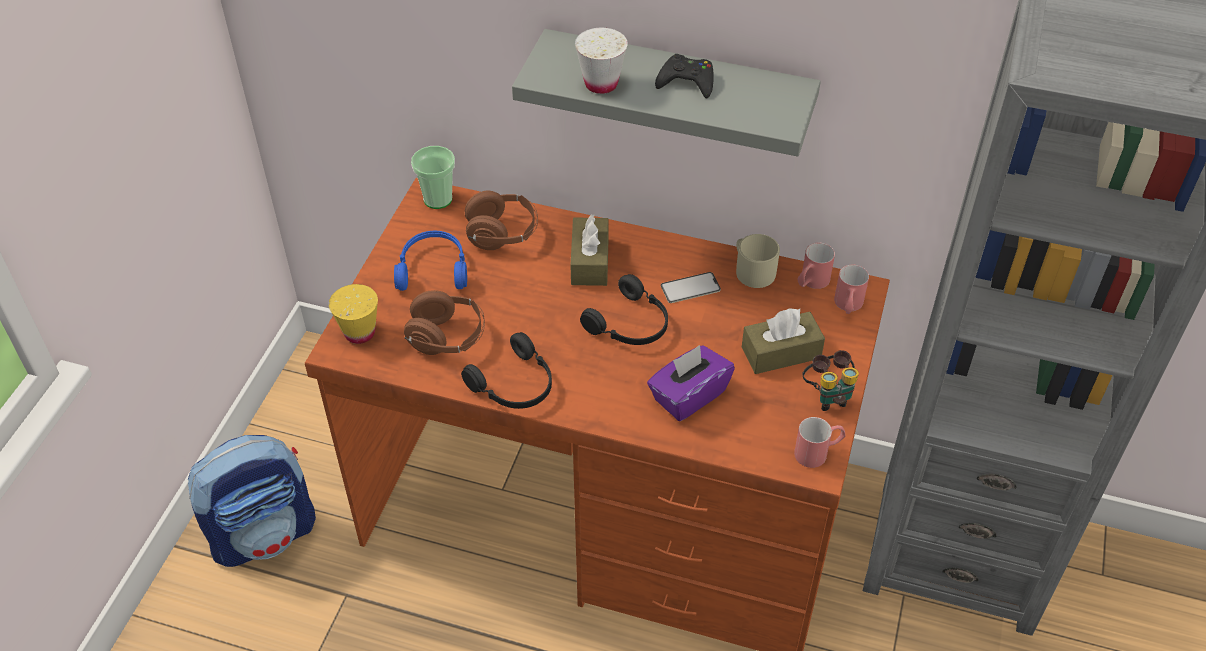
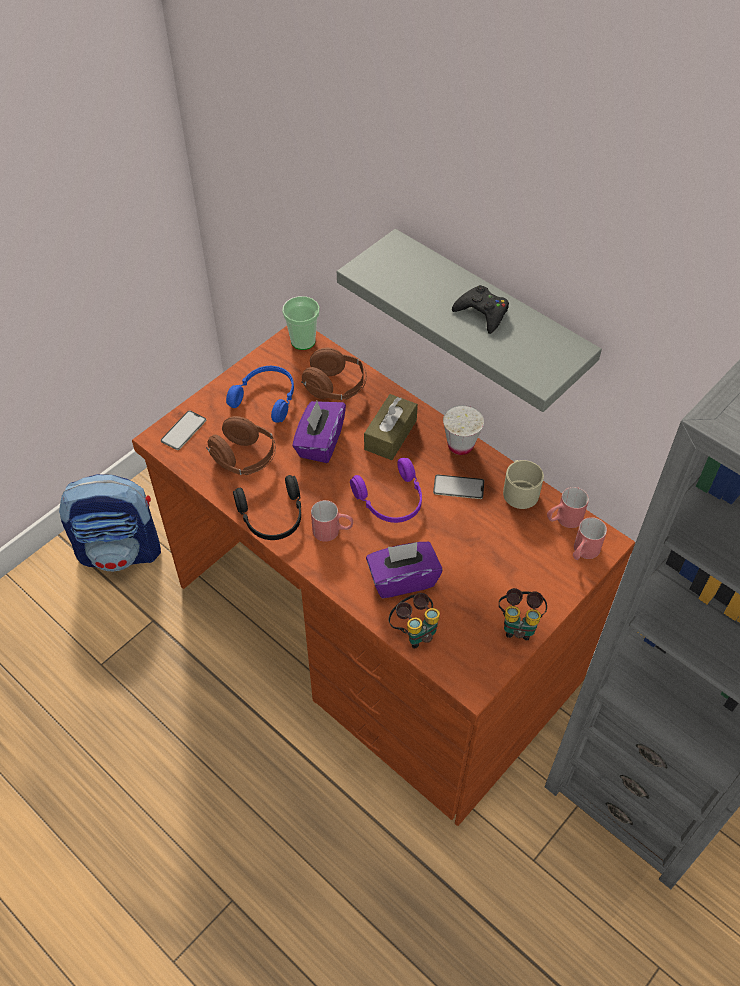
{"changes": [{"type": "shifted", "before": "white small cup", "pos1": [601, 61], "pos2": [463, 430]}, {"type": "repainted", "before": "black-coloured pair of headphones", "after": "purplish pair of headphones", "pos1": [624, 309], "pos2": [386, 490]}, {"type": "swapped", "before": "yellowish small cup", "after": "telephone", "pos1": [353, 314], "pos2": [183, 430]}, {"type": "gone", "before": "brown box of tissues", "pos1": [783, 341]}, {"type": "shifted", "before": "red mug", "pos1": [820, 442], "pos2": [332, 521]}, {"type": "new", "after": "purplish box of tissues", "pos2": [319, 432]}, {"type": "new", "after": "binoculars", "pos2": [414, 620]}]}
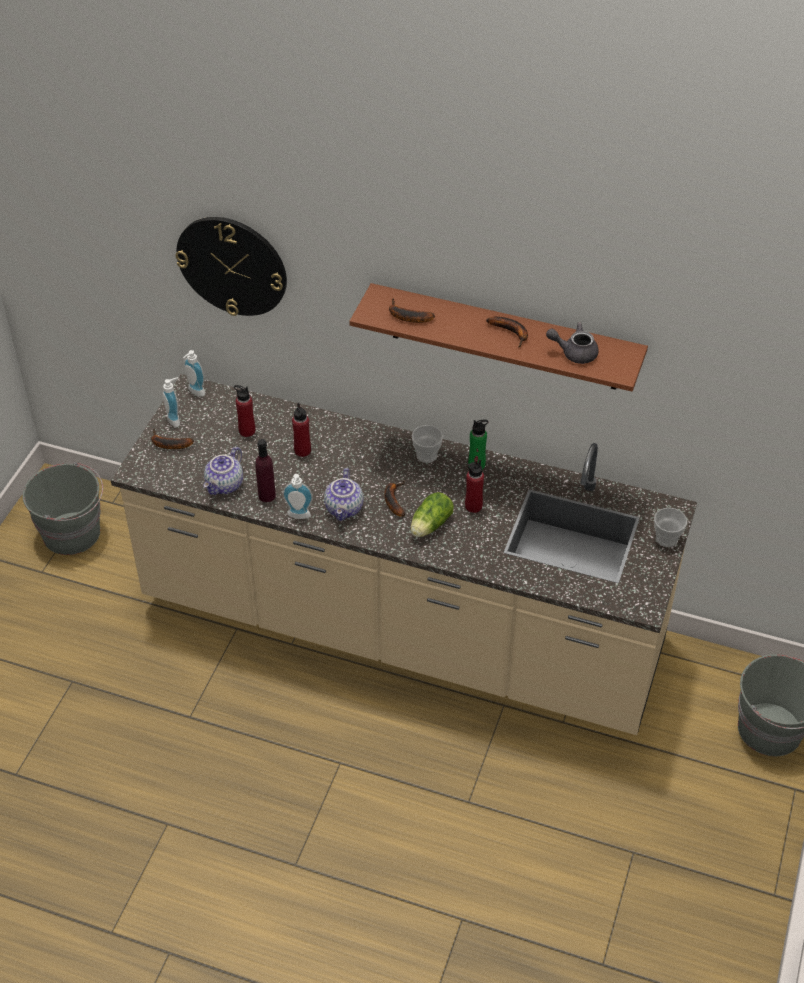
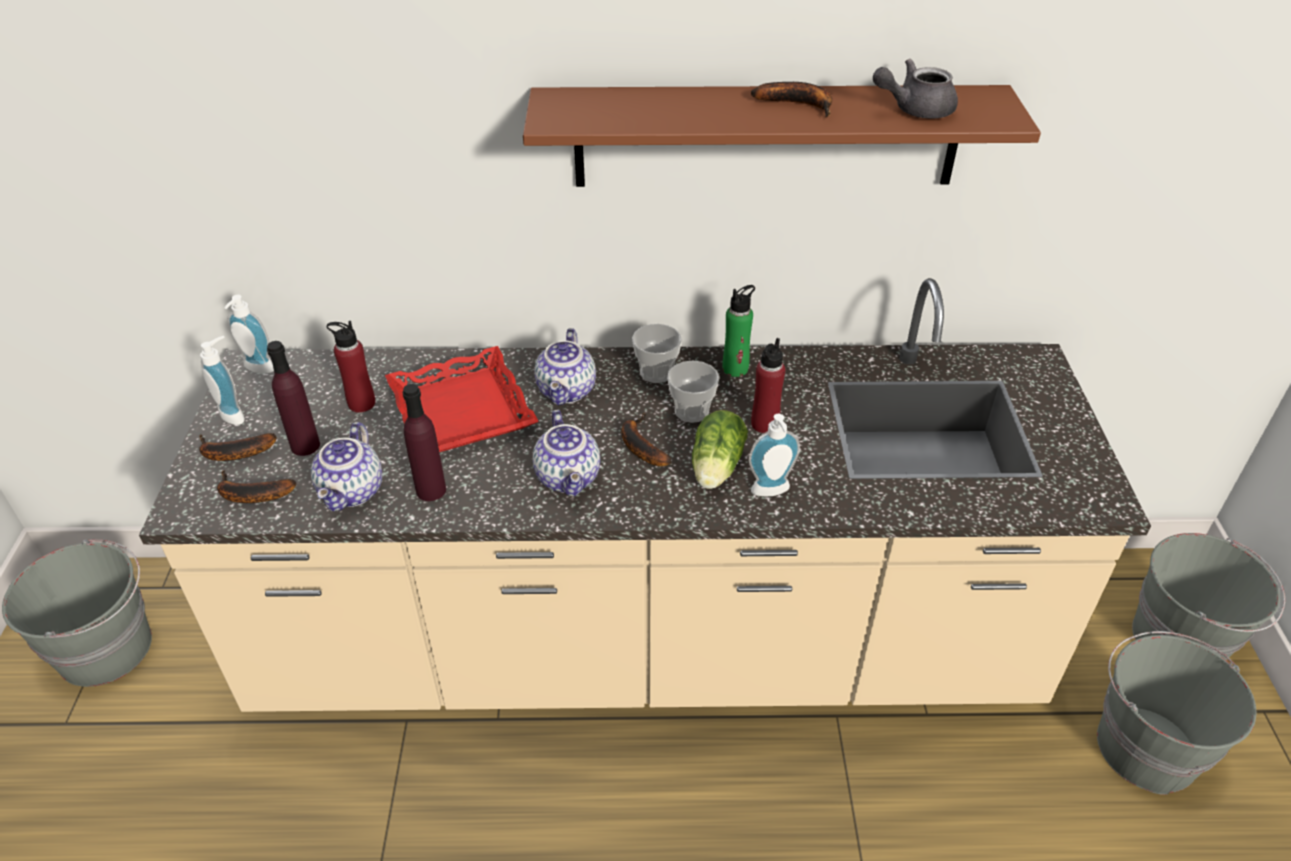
{"changes": [{"type": "gone", "before": "hanging clock", "pos1": [231, 266]}, {"type": "shifted", "before": "banana fruit", "pos1": [412, 311], "pos2": [256, 486]}, {"type": "swapped", "before": "red beverage bottle", "after": "red carrying tray", "pos1": [301, 430], "pos2": [462, 399]}, {"type": "shifted", "before": "liquid soap bottle", "pos1": [298, 496], "pos2": [774, 455]}, {"type": "shifted", "before": "small cup", "pos1": [670, 527], "pos2": [693, 392]}, {"type": "new", "after": "pot for tea", "pos2": [565, 366]}, {"type": "new", "after": "purplish beverage bottle", "pos2": [293, 398]}, {"type": "new", "after": "greyish pail", "pos2": [1176, 713]}]}
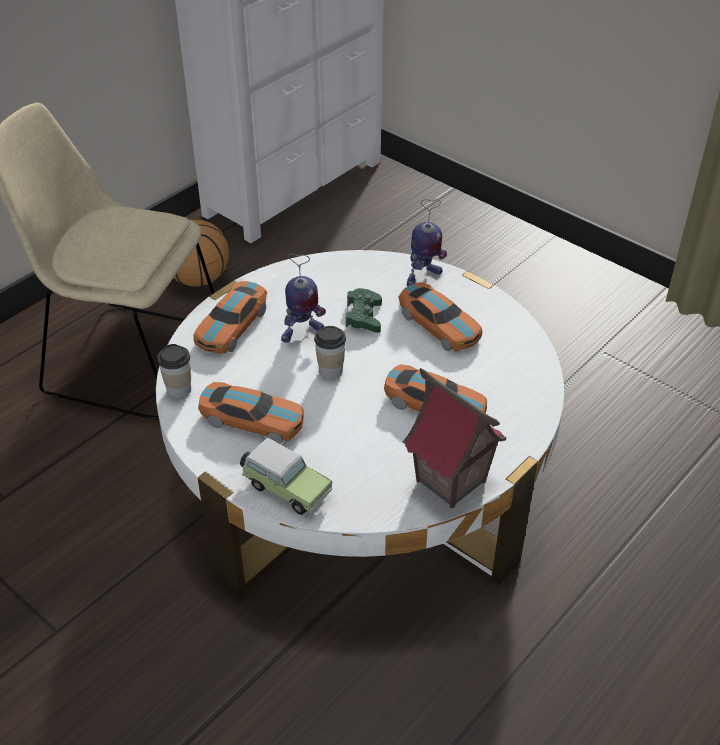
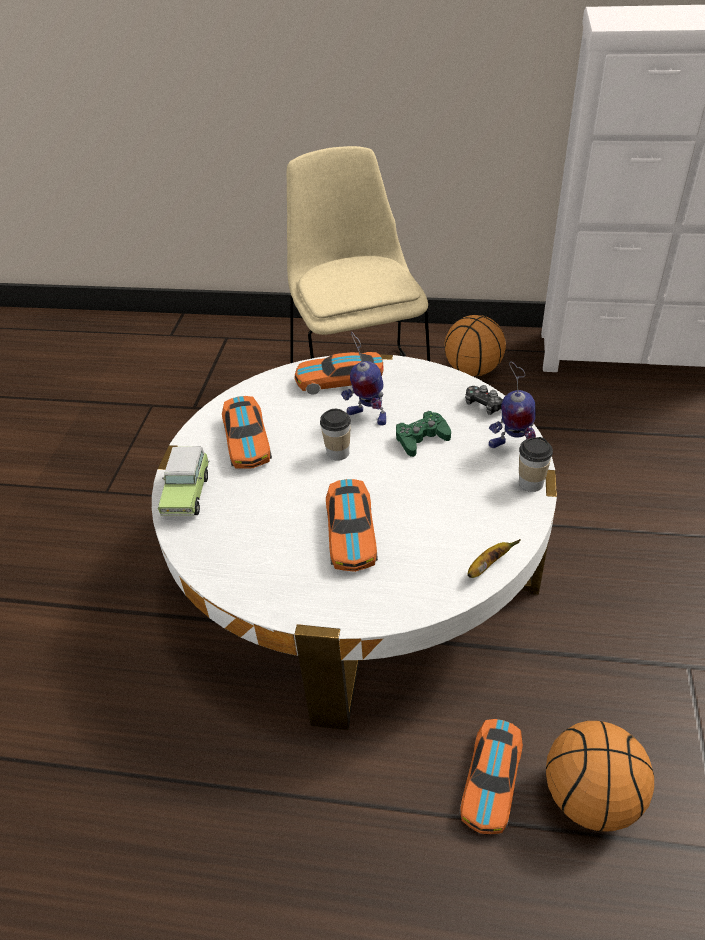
{"changes": [{"type": "shifted", "before": "miniature car", "pos1": [440, 317], "pos2": [491, 776]}, {"type": "shifted", "before": "small cup", "pos1": [174, 371], "pos2": [536, 464]}, {"type": "gone", "before": "toy house", "pos1": [454, 438]}, {"type": "new", "after": "gamepad", "pos2": [484, 400]}, {"type": "new", "after": "banana fruit", "pos2": [493, 558]}, {"type": "new", "after": "ball for basketball", "pos2": [600, 776]}]}
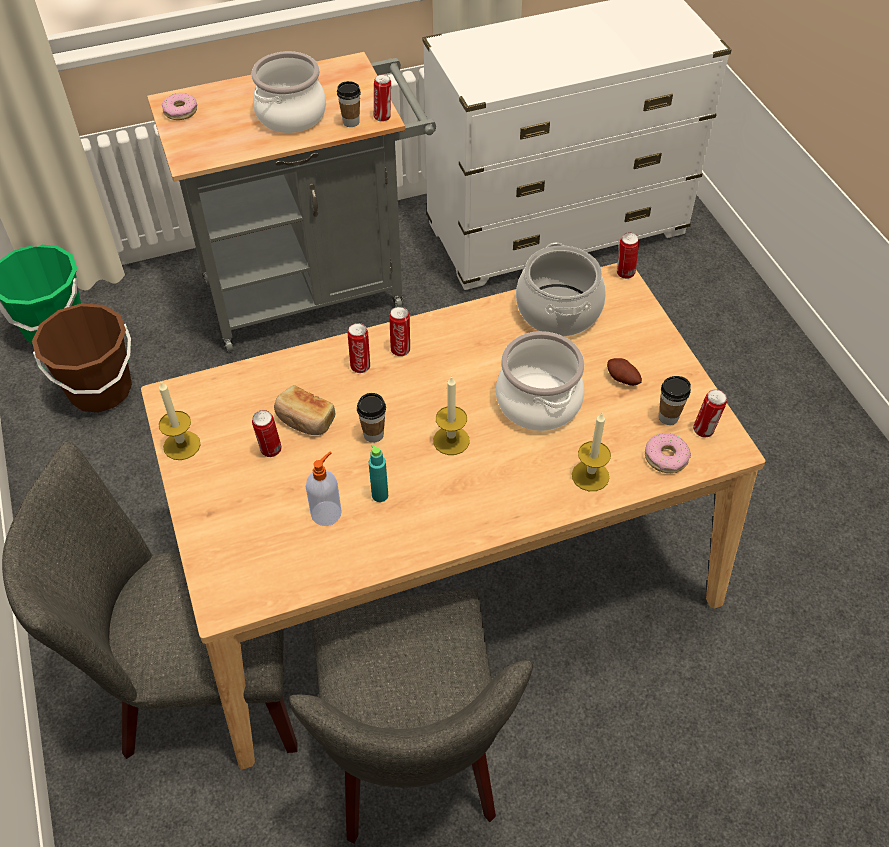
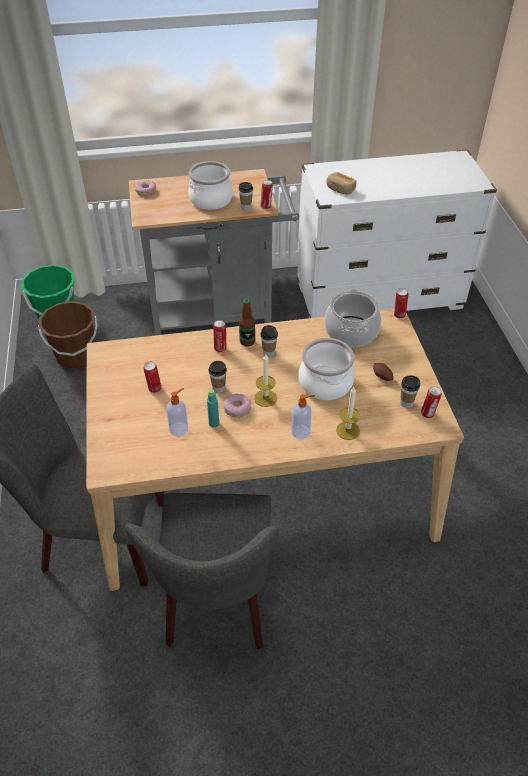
{"changes": [{"type": "swapped", "before": "sealed can", "after": "beverage bottle", "pos1": [399, 331], "pos2": [247, 323]}, {"type": "gone", "before": "wax light", "pos1": [180, 421]}, {"type": "shifted", "before": "bread", "pos1": [305, 410], "pos2": [341, 183]}, {"type": "shifted", "before": "ring doughnut", "pos1": [668, 453], "pos2": [237, 405]}, {"type": "new", "after": "small cup", "pos2": [269, 341]}, {"type": "new", "after": "liquid soap bottle", "pos2": [303, 416]}]}
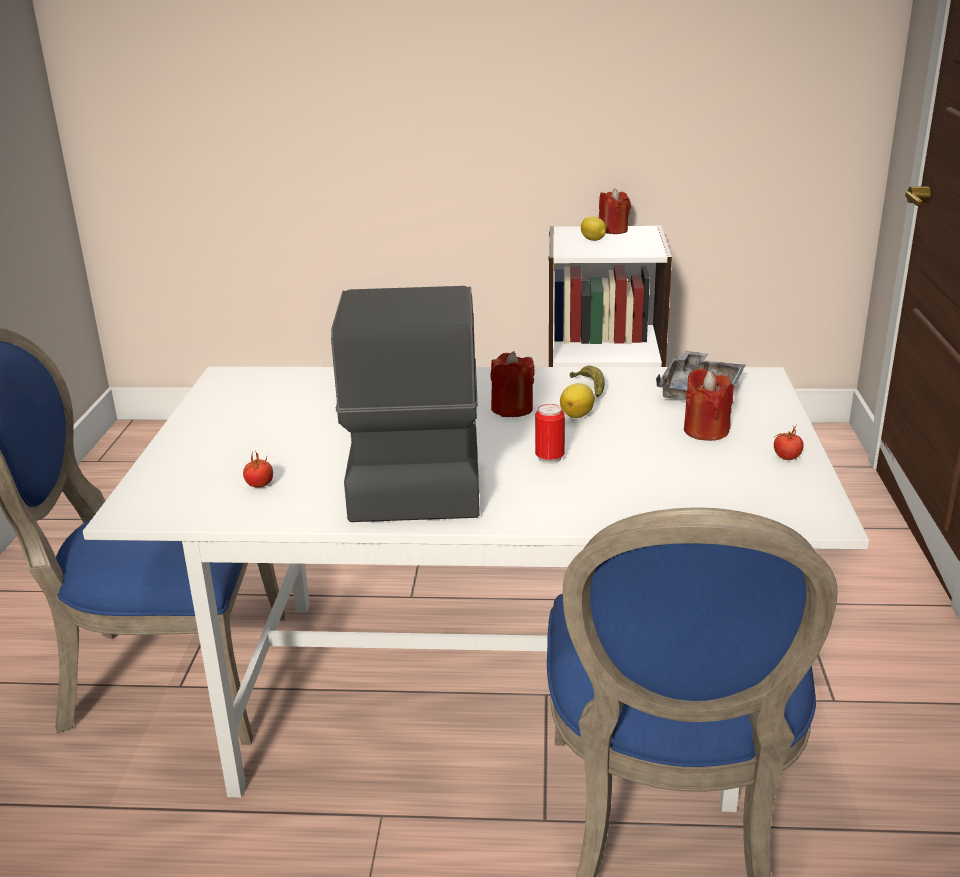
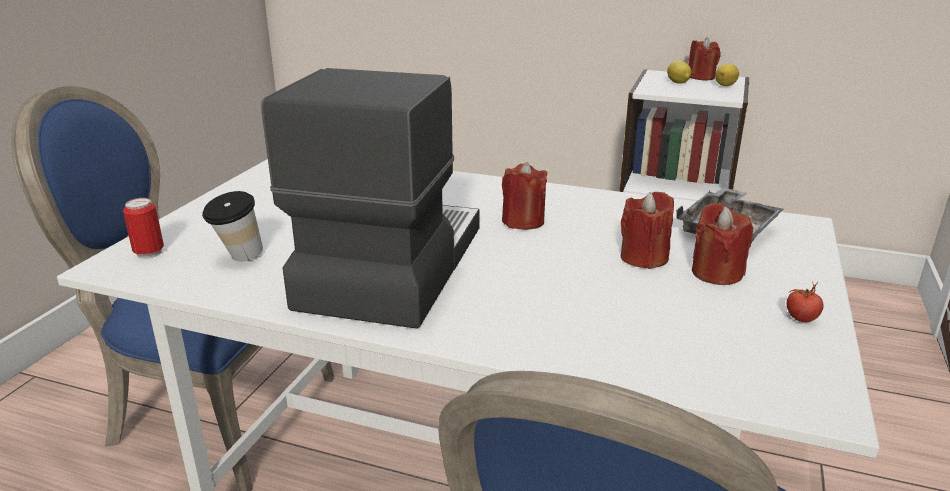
{"changes": [{"type": "gone", "before": "banana fruit", "pos1": [587, 382]}, {"type": "shifted", "before": "citrus fruit", "pos1": [577, 400], "pos2": [727, 75]}, {"type": "shifted", "before": "sealed can", "pos1": [550, 434], "pos2": [143, 228]}, {"type": "swapped", "before": "fresh tomato", "after": "small cup", "pos1": [258, 469], "pos2": [232, 226]}, {"type": "new", "after": "red wax light", "pos2": [647, 230]}]}
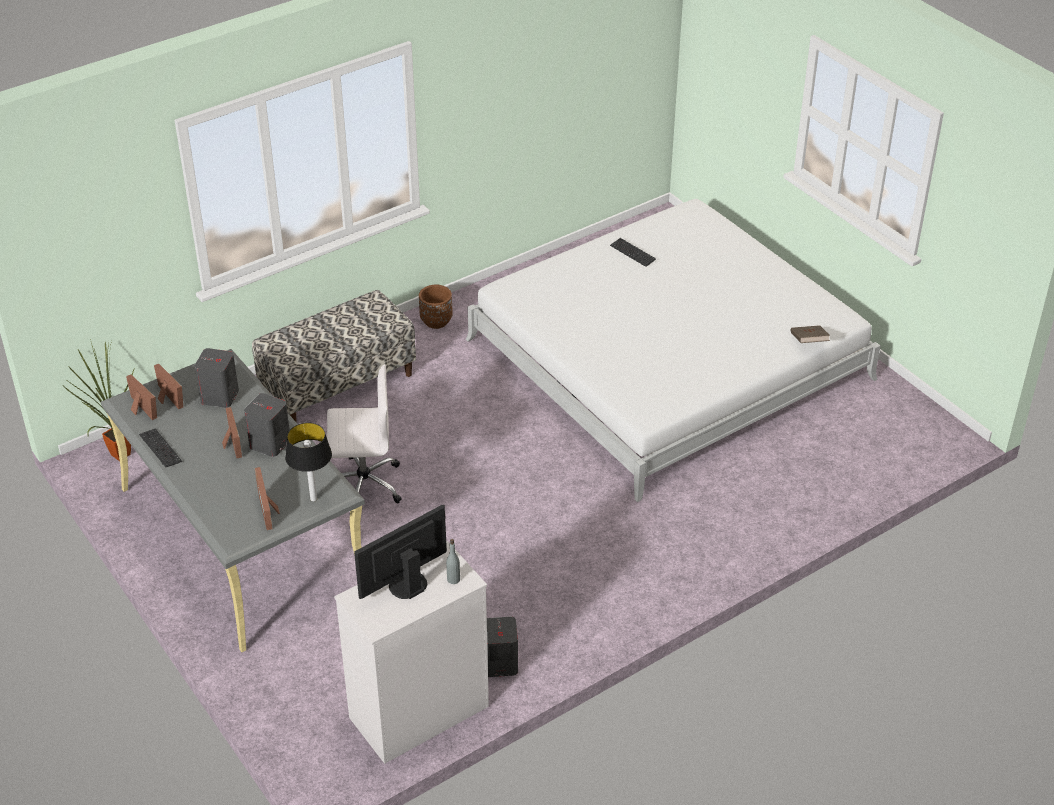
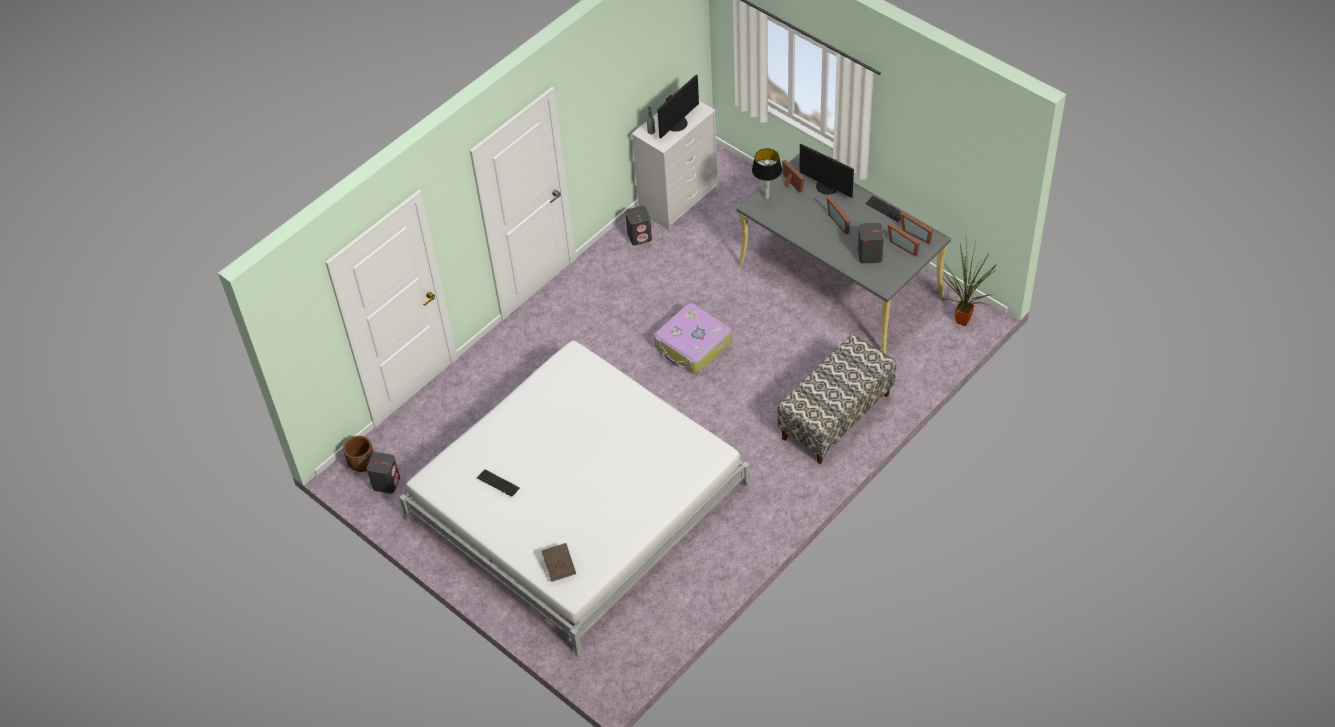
{"changes": [{"type": "shifted", "before": "computer keyboard", "pos1": [633, 252], "pos2": [498, 482]}, {"type": "shifted", "before": "brown plant pot", "pos1": [436, 307], "pos2": [358, 454]}, {"type": "shifted", "before": "brown volume", "pos1": [810, 334], "pos2": [558, 562]}, {"type": "gone", "before": "white computer chair", "pos1": [364, 433]}, {"type": "shifted", "before": "greyish audio speaker", "pos1": [267, 425], "pos2": [383, 473]}, {"type": "new", "after": "computer screen", "pos2": [826, 170]}, {"type": "new", "after": "piece of luggage", "pos2": [693, 338]}]}
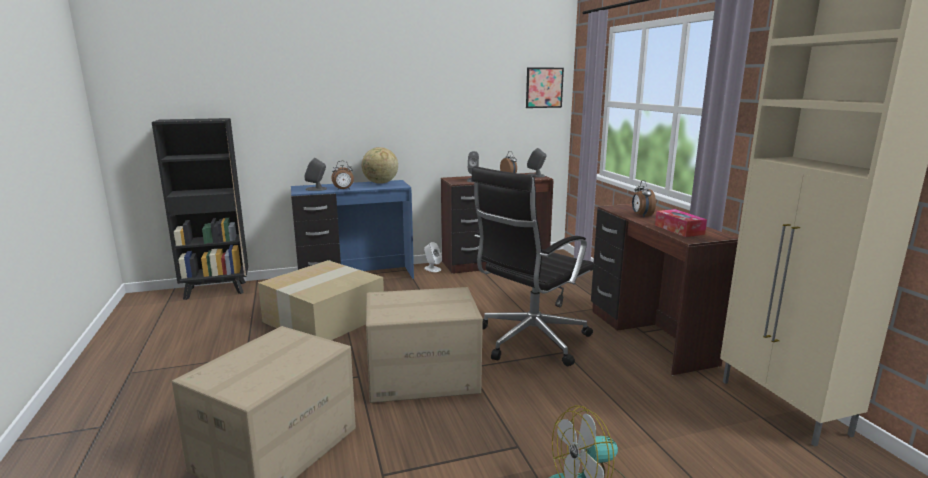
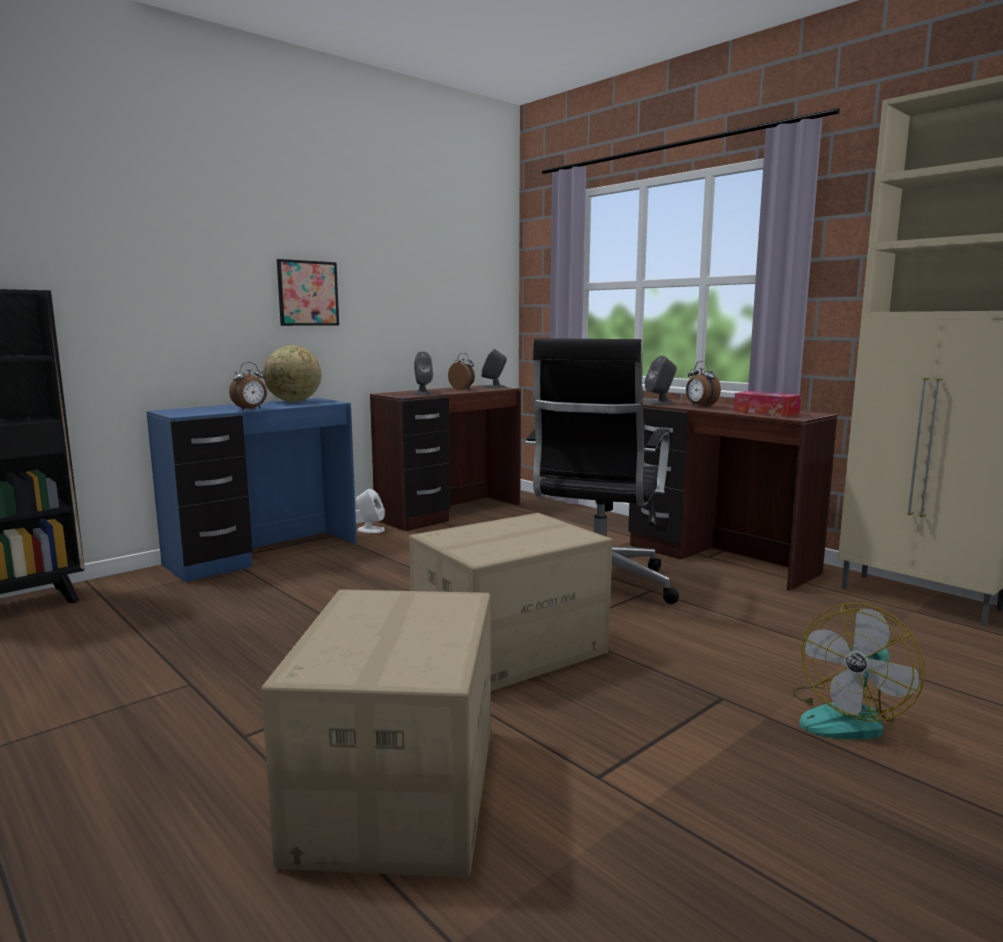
{"changes": [{"type": "shifted", "before": "wall picture", "pos1": [545, 87], "pos2": [308, 292]}, {"type": "shifted", "before": "greyish audio speaker", "pos1": [315, 174], "pos2": [660, 380]}, {"type": "gone", "before": "packing box", "pos1": [321, 300]}]}
